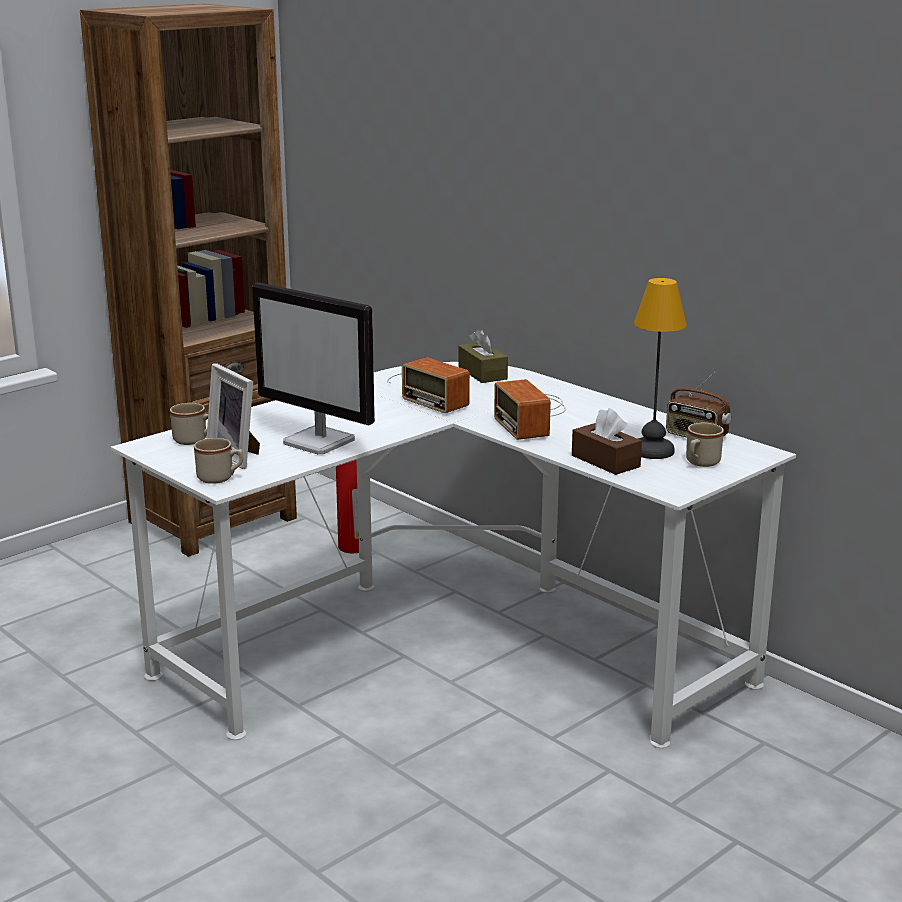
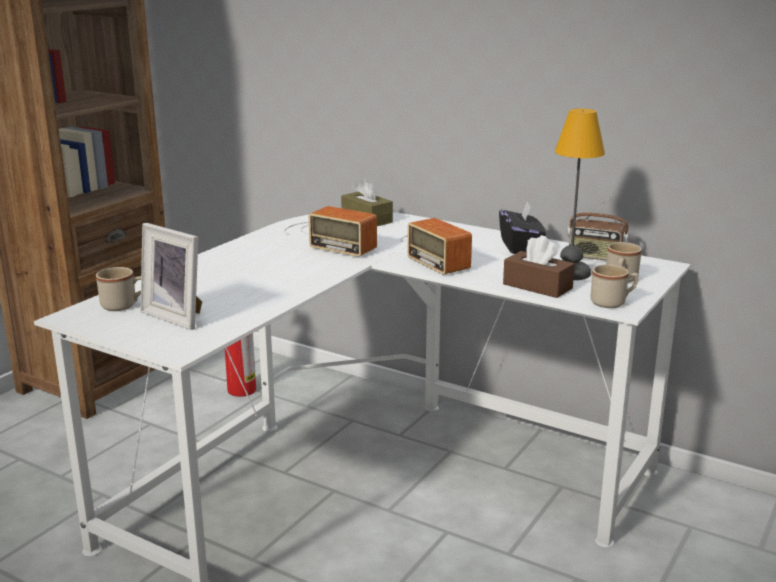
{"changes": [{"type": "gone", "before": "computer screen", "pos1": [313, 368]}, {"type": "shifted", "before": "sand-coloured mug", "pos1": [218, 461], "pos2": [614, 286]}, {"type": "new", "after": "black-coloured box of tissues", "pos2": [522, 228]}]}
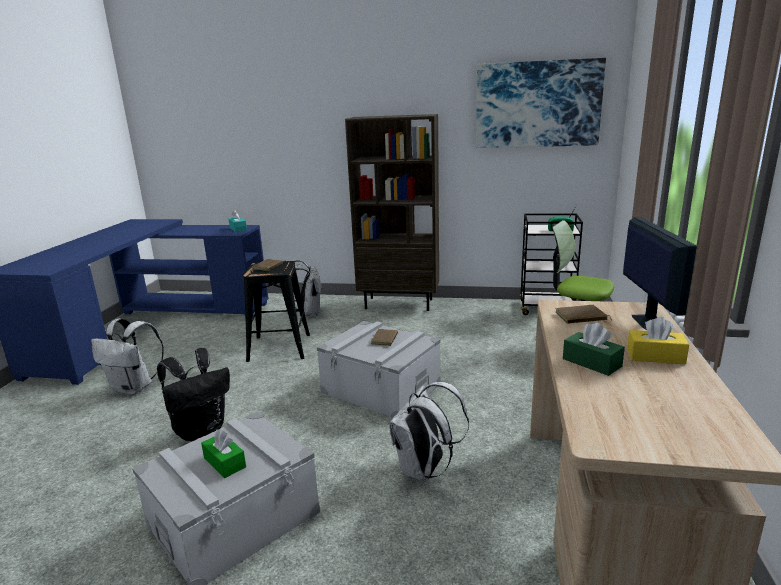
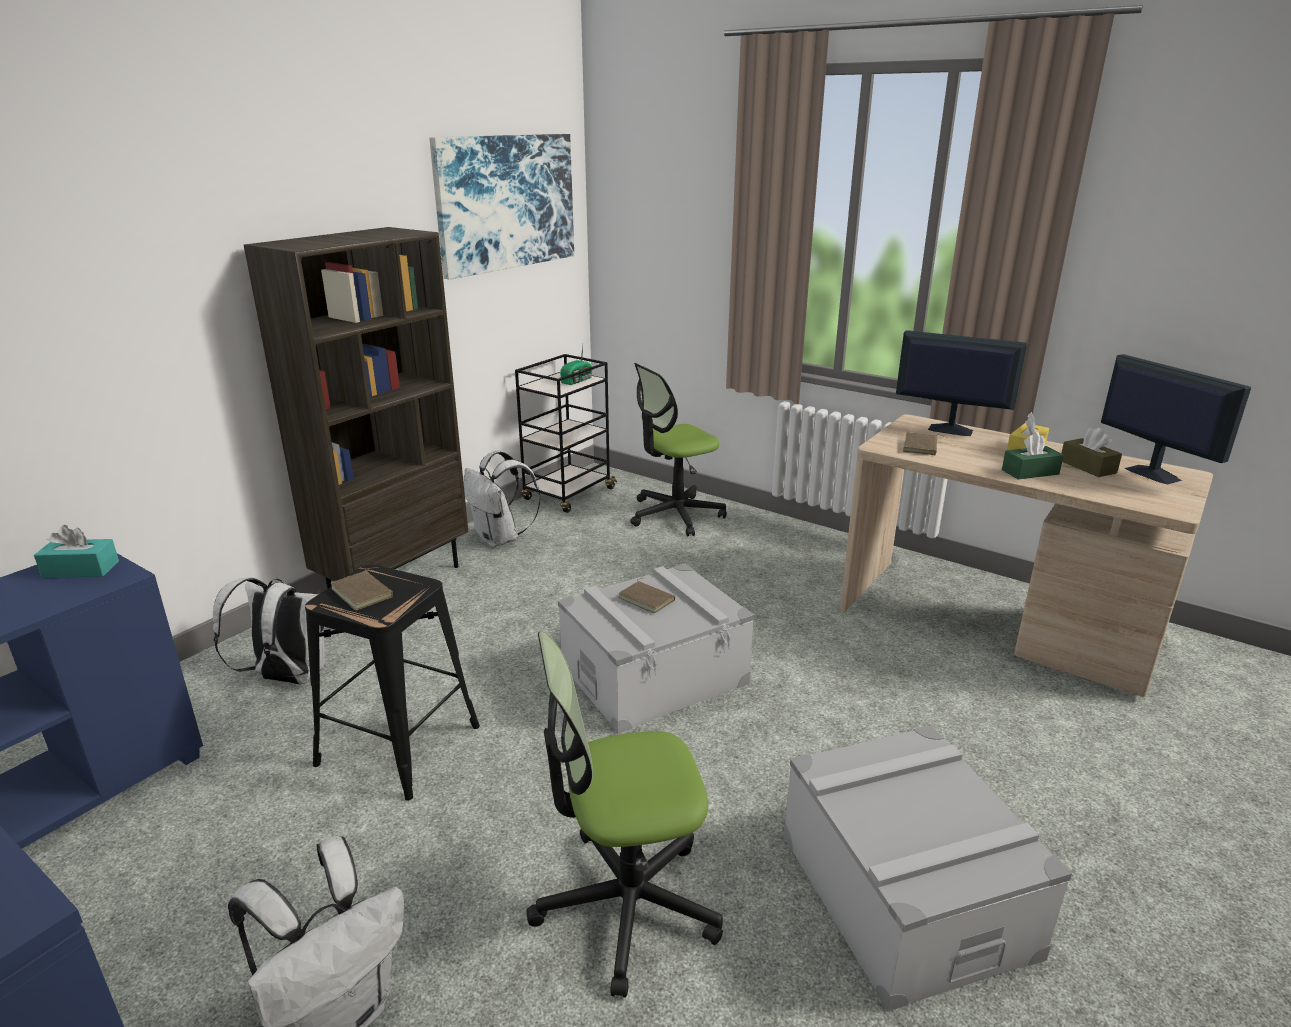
{"changes": [{"type": "swapped", "before": "black-coloured backpack", "after": "computer chair", "pos1": [193, 394], "pos2": [625, 815]}, {"type": "shifted", "before": "white backpack", "pos1": [429, 431], "pos2": [502, 499]}, {"type": "gone", "before": "green-coloured box of tissues", "pos1": [223, 453]}, {"type": "new", "after": "computer screen", "pos2": [1176, 419]}, {"type": "new", "after": "brown box of tissues", "pos2": [1091, 452]}]}
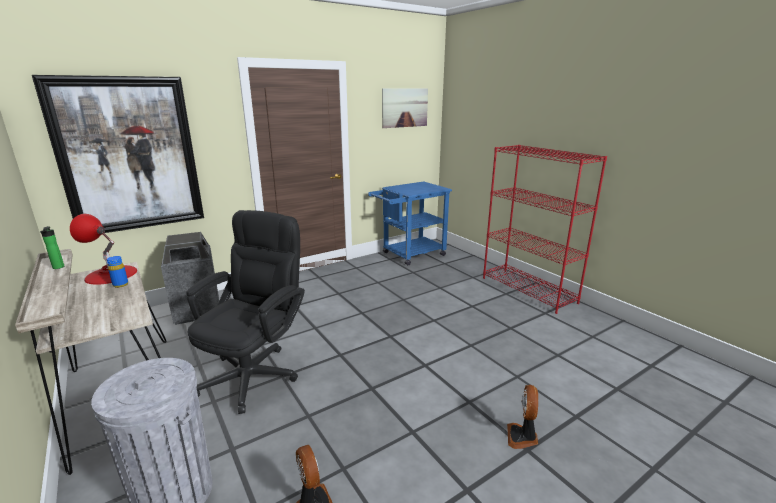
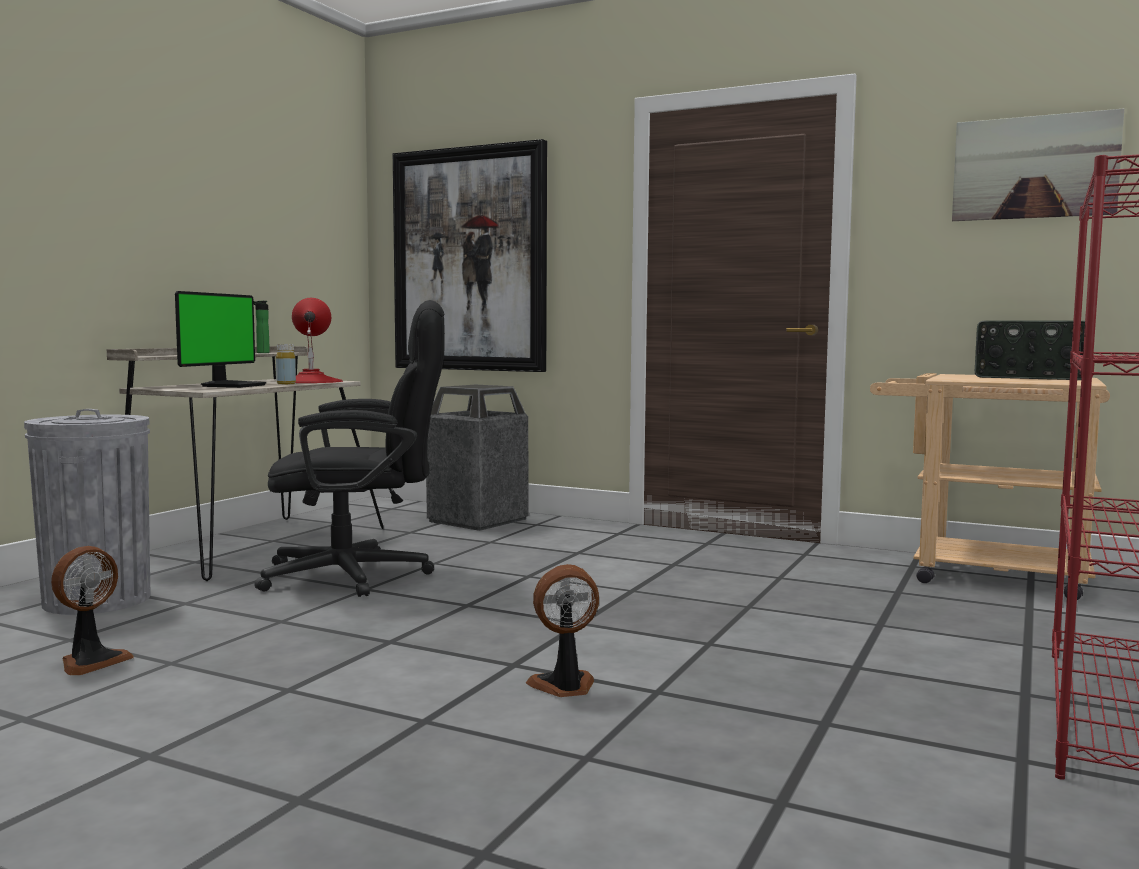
{"changes": [{"type": "repainted", "before": "blue wheeled cart", "after": "sand-coloured wheeled cart", "pos1": [410, 223], "pos2": [990, 486]}, {"type": "repainted", "before": "blue beverage bottle", "after": "yellowish beverage bottle", "pos1": [117, 272], "pos2": [286, 364]}, {"type": "shifted", "before": "electric fan", "pos1": [522, 417], "pos2": [562, 630]}, {"type": "new", "after": "computer screen", "pos2": [220, 339]}, {"type": "new", "after": "radio receiver", "pos2": [1030, 350]}]}
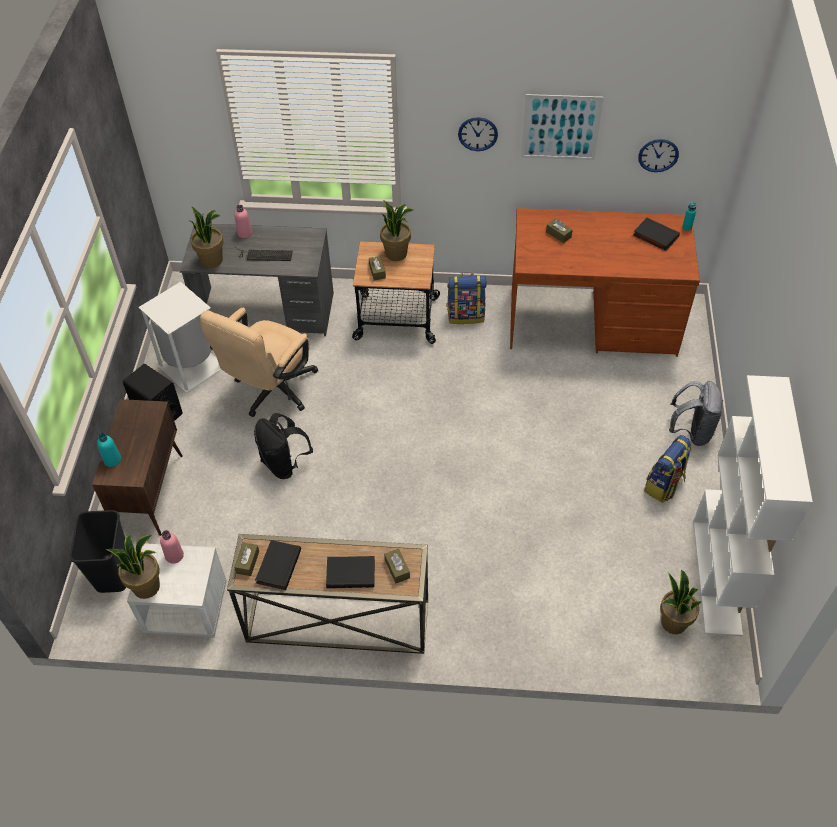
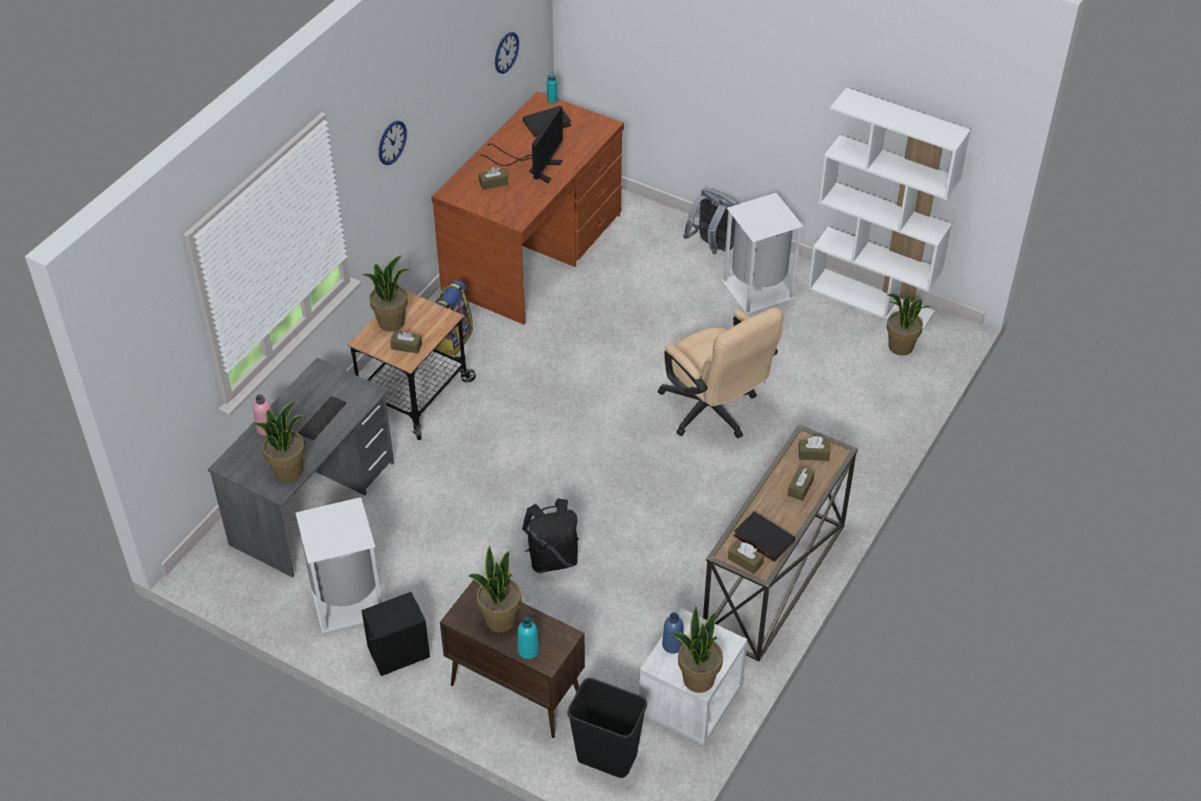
{"changes": [{"type": "gone", "before": "wall picture", "pos1": [562, 127]}, {"type": "shifted", "before": "sand-coloured computer chair", "pos1": [259, 362], "pos2": [720, 373]}, {"type": "swapped", "before": "backpack", "after": "white rubbish bin", "pos1": [668, 469], "pos2": [763, 253]}, {"type": "repainted", "before": "pink beverage bottle", "after": "blue beverage bottle", "pos1": [172, 547], "pos2": [673, 633]}, {"type": "swapped", "before": "black-coloured volume", "after": "brown box of tissues", "pos1": [350, 572], "pos2": [801, 483]}, {"type": "new", "after": "computer screen", "pos2": [521, 144]}, {"type": "new", "after": "potted plant", "pos2": [495, 589]}]}
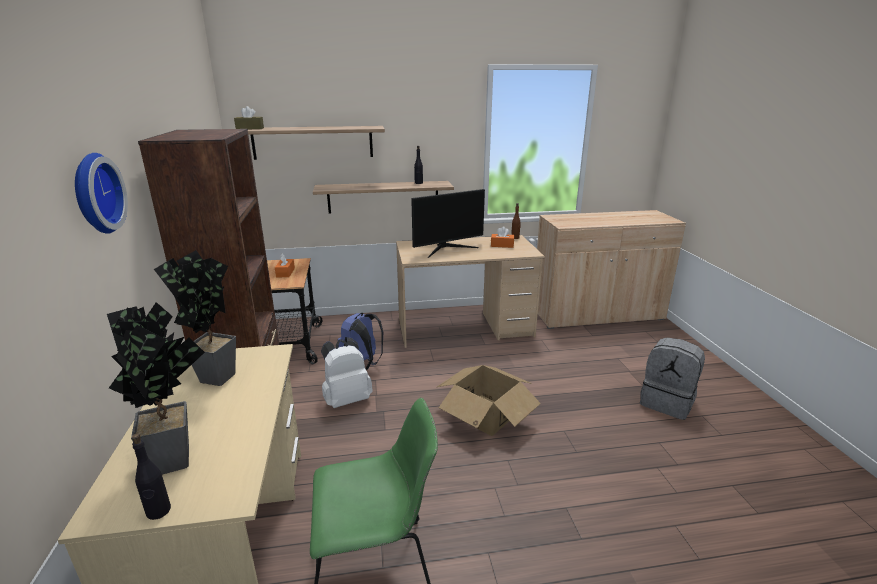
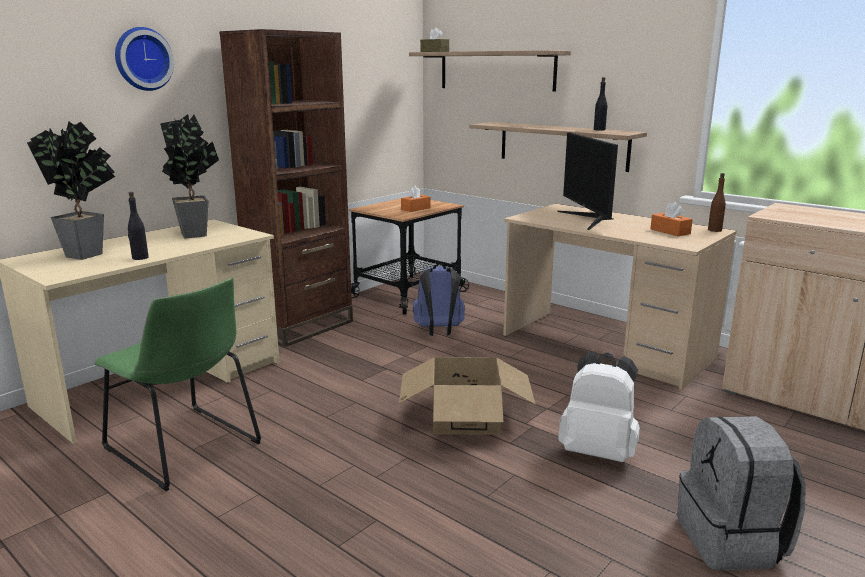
{"changes": [{"type": "rotated", "before": "computer screen", "pos1": [448, 223], "pos2": [587, 181], "turn": 60}, {"type": "shifted", "before": "white backpack", "pos1": [347, 372], "pos2": [599, 406]}, {"type": "shifted", "before": "black-coloured beverage bottle", "pos1": [151, 477], "pos2": [138, 226]}]}
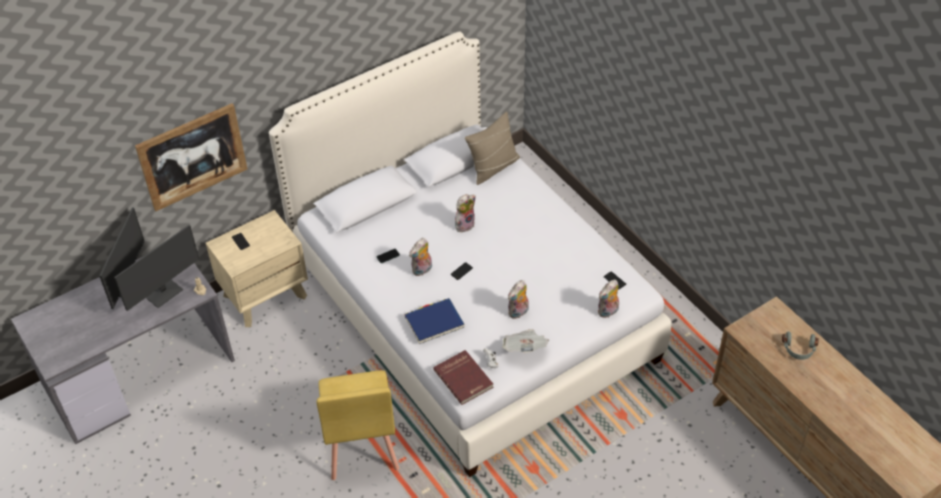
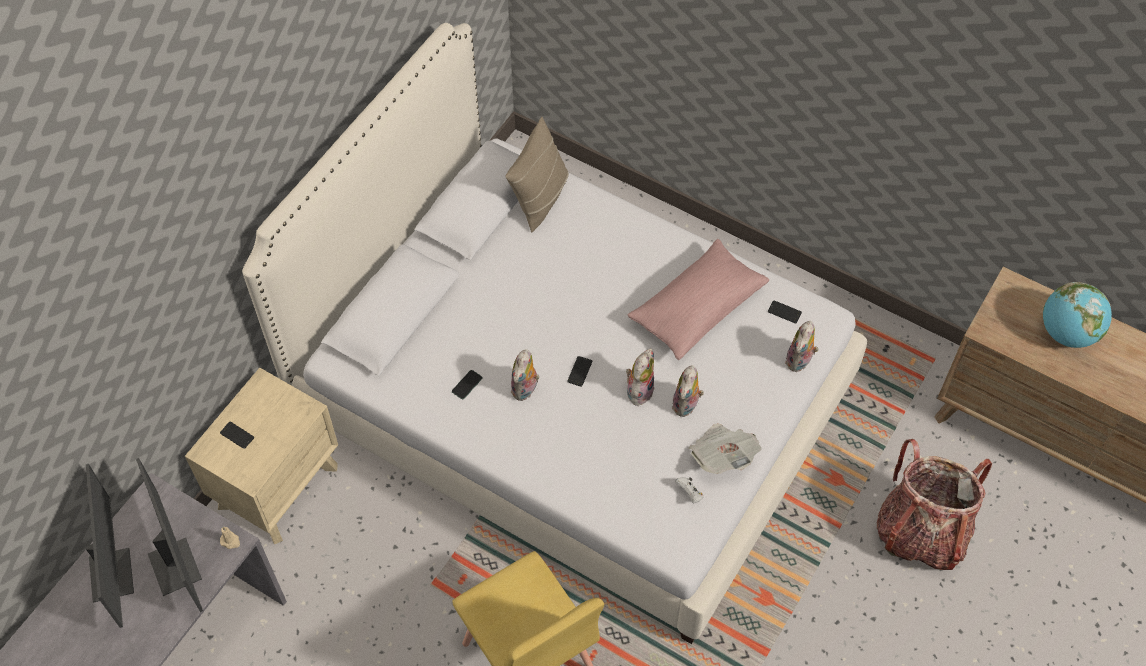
{"changes": [{"type": "gone", "before": "wall picture", "pos1": [191, 157]}, {"type": "shifted", "before": "soft toy", "pos1": [465, 213], "pos2": [640, 377]}, {"type": "rotated", "before": "computer screen", "pos1": [156, 268], "pos2": [169, 535], "turn": -45}, {"type": "gone", "before": "blue volume", "pos1": [434, 321]}, {"type": "swapped", "before": "greyish pair of headphones", "after": "world globe", "pos1": [800, 346], "pos2": [1077, 315]}, {"type": "gone", "before": "red volume", "pos1": [463, 377]}, {"type": "new", "after": "pink throw pillow", "pos2": [698, 299]}, {"type": "new", "after": "backpack", "pos2": [934, 504]}]}
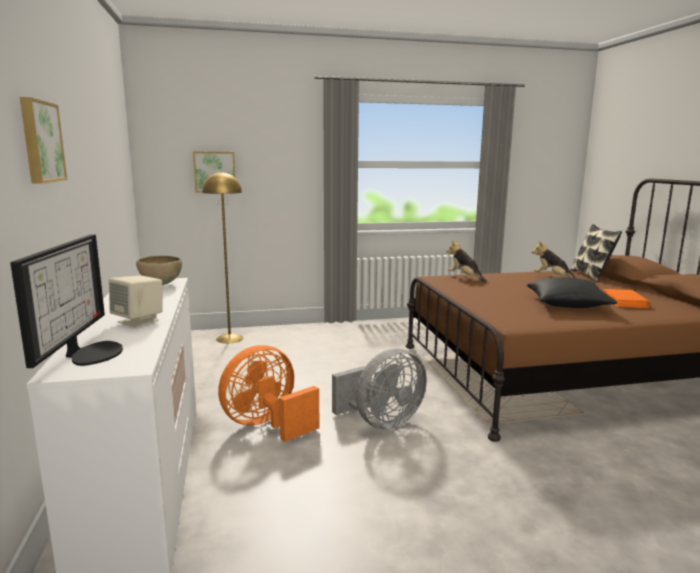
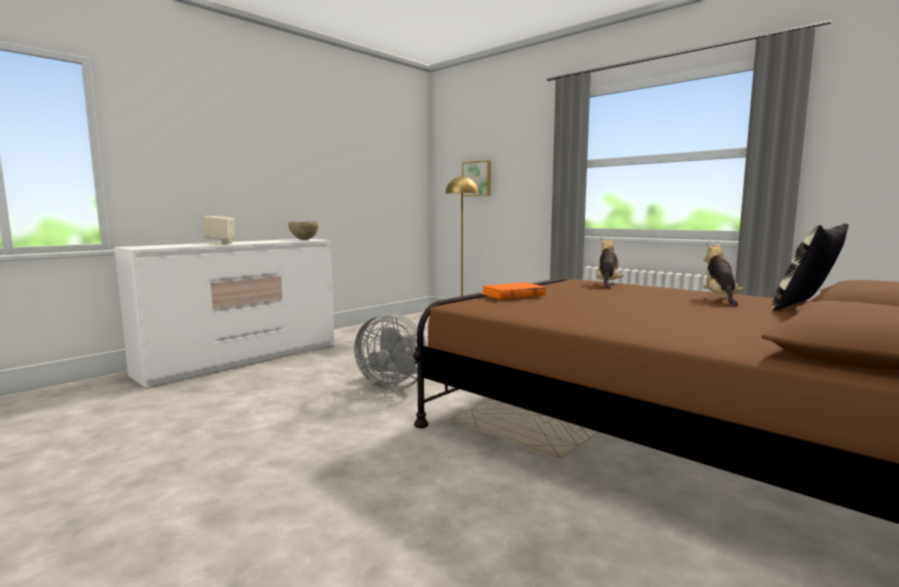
{"changes": [{"type": "gone", "before": "wall picture", "pos1": [43, 140]}, {"type": "gone", "before": "computer screen", "pos1": [66, 301]}, {"type": "gone", "before": "black-coloured throw pillow", "pos1": [572, 292]}, {"type": "shifted", "before": "orange volume", "pos1": [626, 298], "pos2": [513, 290]}, {"type": "gone", "before": "orange electric fan", "pos1": [268, 393]}]}
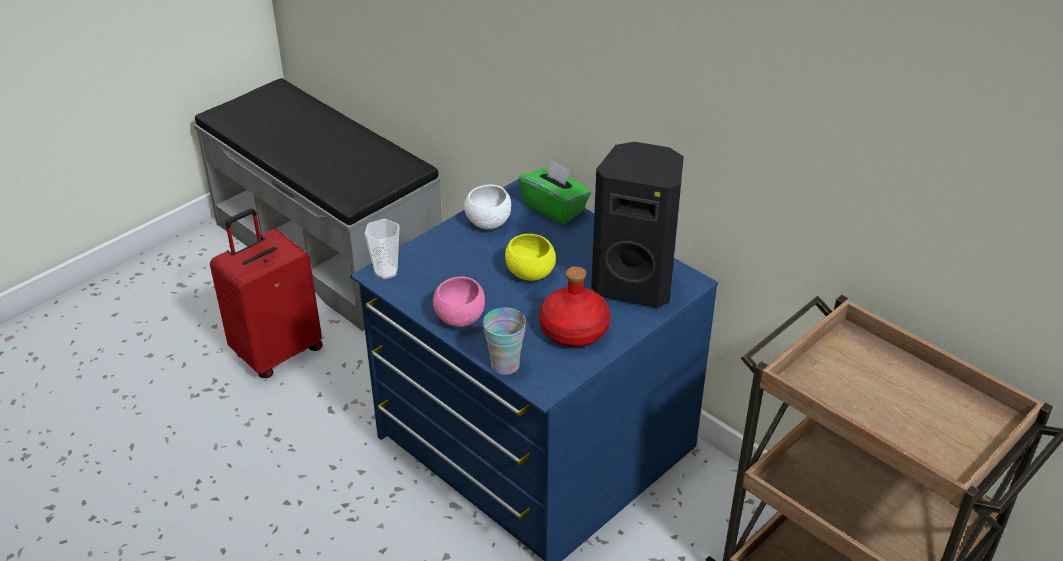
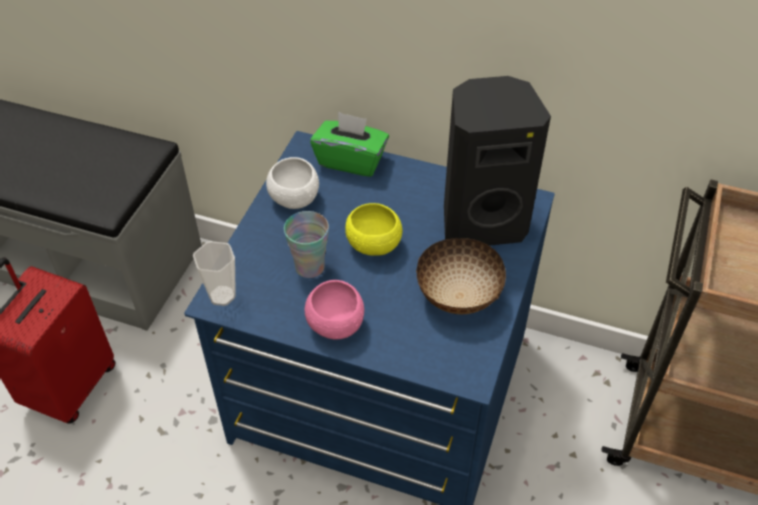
{"changes": [{"type": "swapped", "before": "red beverage bottle", "after": "bowl", "pos1": [574, 306], "pos2": [461, 276]}, {"type": "shifted", "before": "small cup", "pos1": [504, 341], "pos2": [306, 244]}]}
